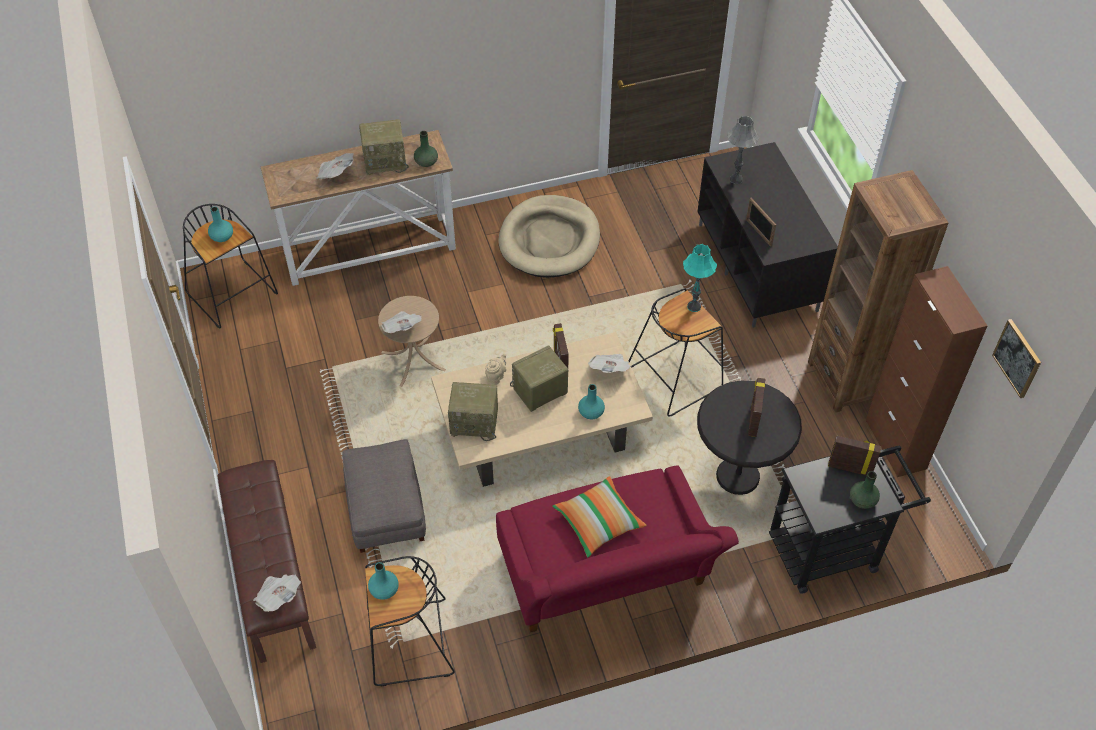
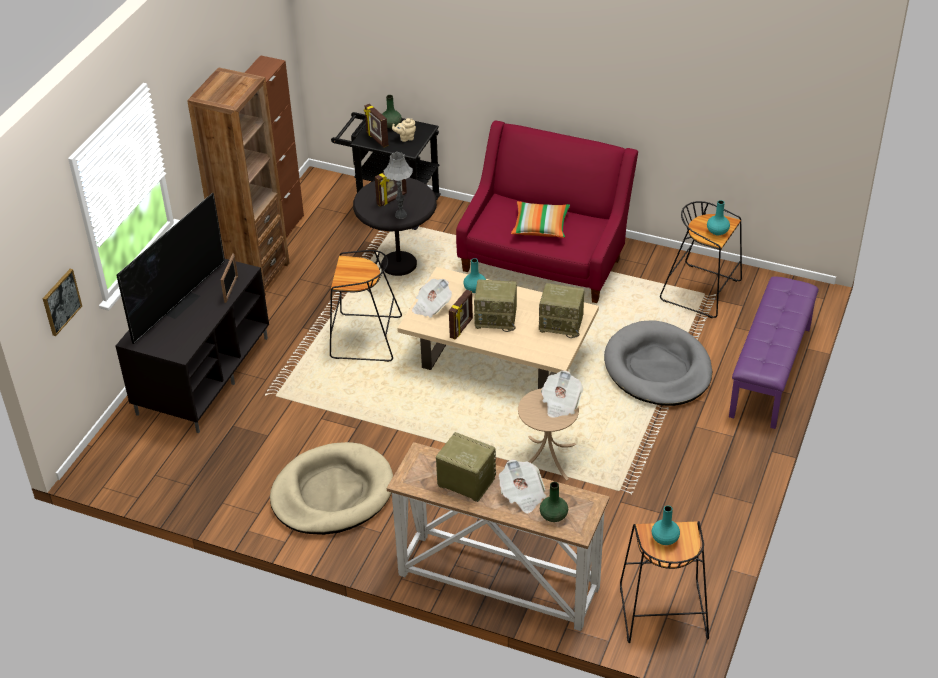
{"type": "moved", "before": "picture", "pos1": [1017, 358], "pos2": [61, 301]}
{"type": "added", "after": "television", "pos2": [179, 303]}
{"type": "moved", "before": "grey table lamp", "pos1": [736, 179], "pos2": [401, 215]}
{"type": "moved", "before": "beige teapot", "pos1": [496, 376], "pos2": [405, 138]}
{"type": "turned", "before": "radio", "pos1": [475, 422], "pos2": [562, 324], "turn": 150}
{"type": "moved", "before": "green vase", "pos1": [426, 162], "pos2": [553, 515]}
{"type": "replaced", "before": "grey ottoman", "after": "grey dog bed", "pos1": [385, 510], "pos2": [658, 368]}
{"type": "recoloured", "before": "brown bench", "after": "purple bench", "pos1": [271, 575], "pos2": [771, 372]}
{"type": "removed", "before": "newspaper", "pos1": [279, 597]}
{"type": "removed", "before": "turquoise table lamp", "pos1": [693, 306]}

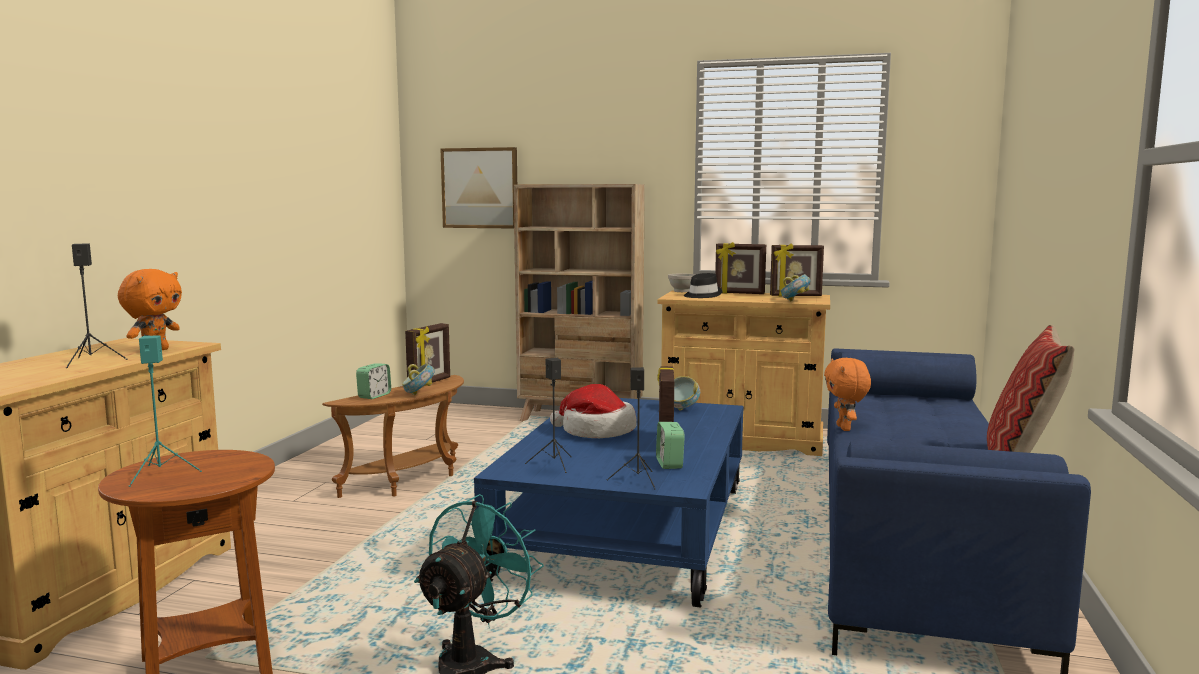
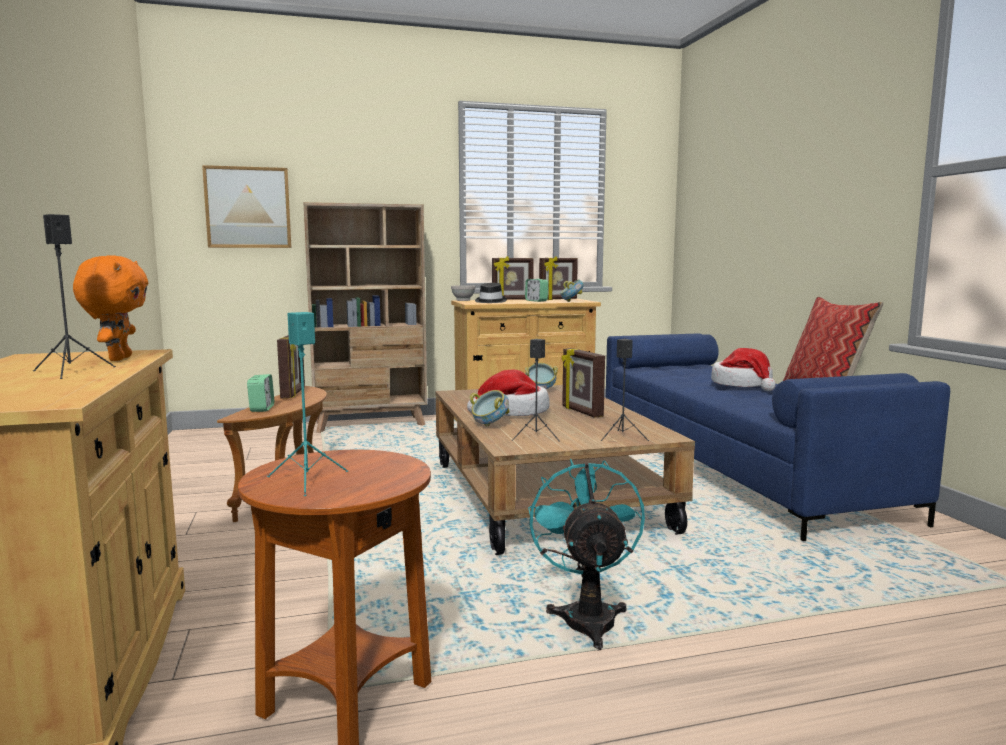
{"type": "recoloured", "before": "blue coffee table", "after": "brown coffee table", "pos1": [629, 530], "pos2": [545, 495]}
{"type": "moved", "before": "bowl", "pos1": [418, 394], "pos2": [489, 425]}
{"type": "moved", "before": "alarm clock", "pos1": [669, 464], "pos2": [536, 301]}
{"type": "added", "after": "hat", "pos2": [743, 385]}
{"type": "removed", "before": "orange plush toy", "pos1": [845, 428]}

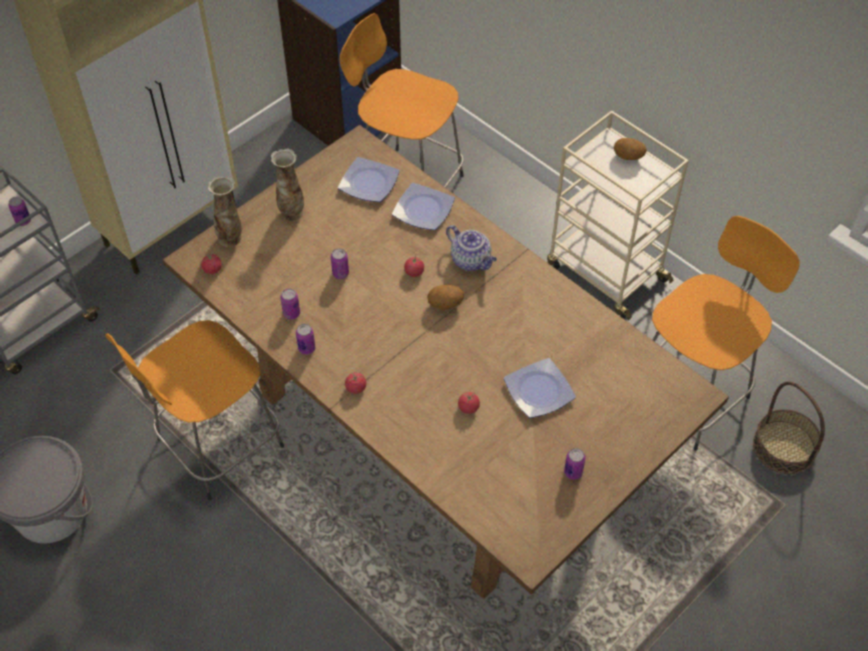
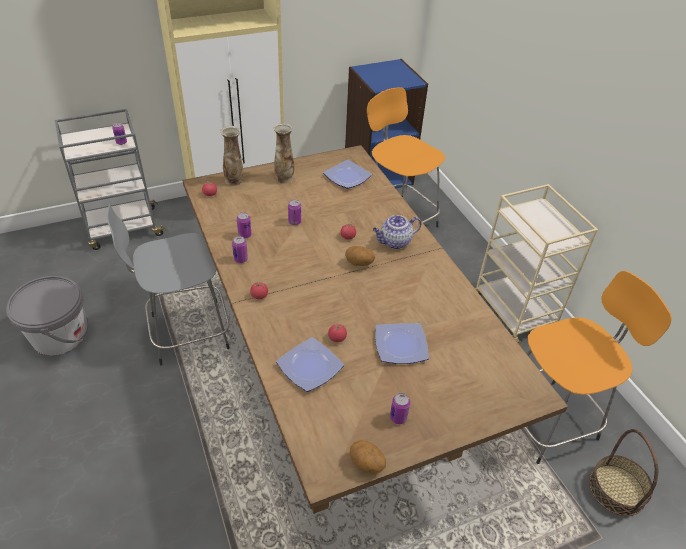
{"type": "recoloured", "before": "orange stool", "after": "grey stool", "pos1": [216, 446], "pos2": [186, 333]}
{"type": "moved", "before": "plate", "pos1": [422, 210], "pos2": [308, 367]}
{"type": "moved", "before": "potato", "pos1": [628, 157], "pos2": [366, 464]}
{"type": "turned", "before": "teapot", "pos1": [471, 260], "pos2": [394, 242], "turn": 90}

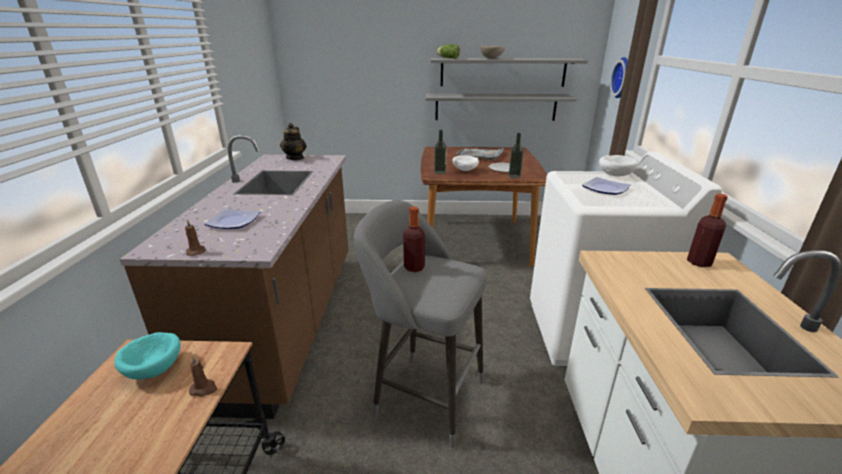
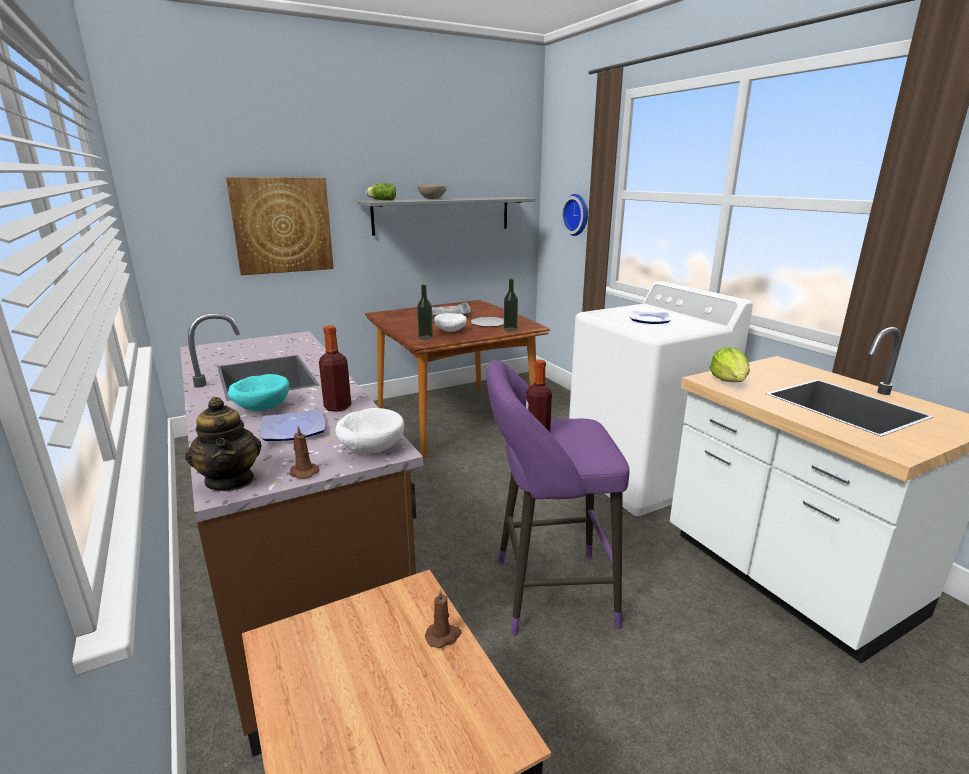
{"type": "moved", "before": "teapot", "pos1": [295, 158], "pos2": [230, 480]}
{"type": "added", "after": "picture", "pos2": [282, 225]}
{"type": "moved", "before": "turquoise bowl", "pos1": [155, 368], "pos2": [262, 407]}
{"type": "moved", "before": "bottle", "pos1": [699, 262], "pos2": [337, 407]}
{"type": "moved", "before": "white bowl", "pos1": [614, 175], "pos2": [371, 448]}
{"type": "recoloured", "before": "grey stool", "after": "purple stool", "pos1": [423, 395], "pos2": [546, 592]}
{"type": "added", "after": "lettuce", "pos2": [729, 381]}
{"type": "removed", "before": "grey shelf", "pos1": [495, 107]}

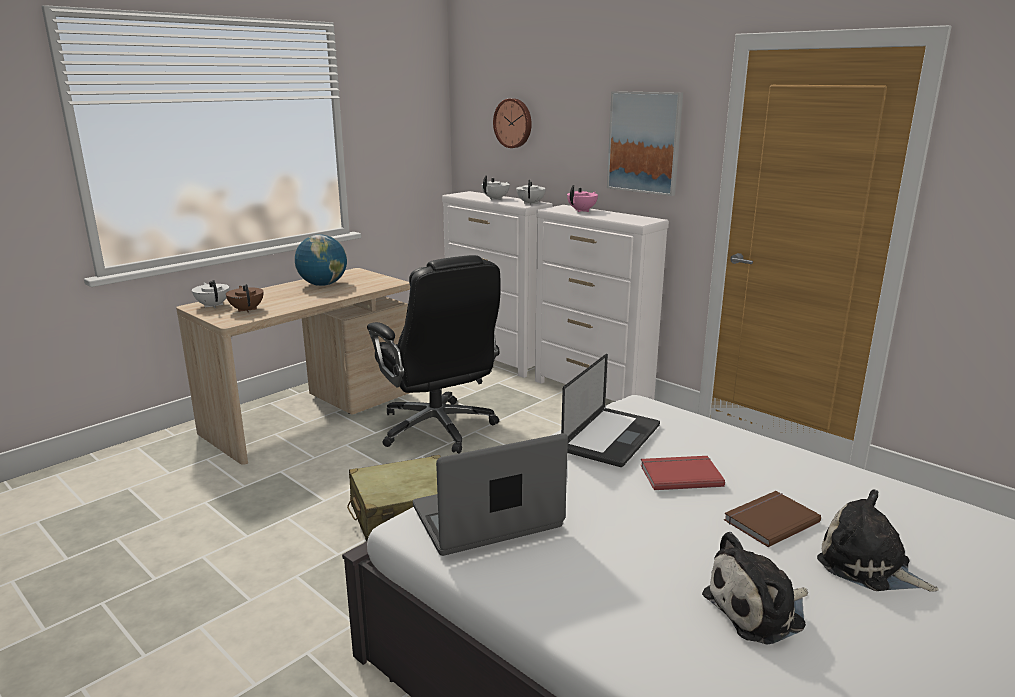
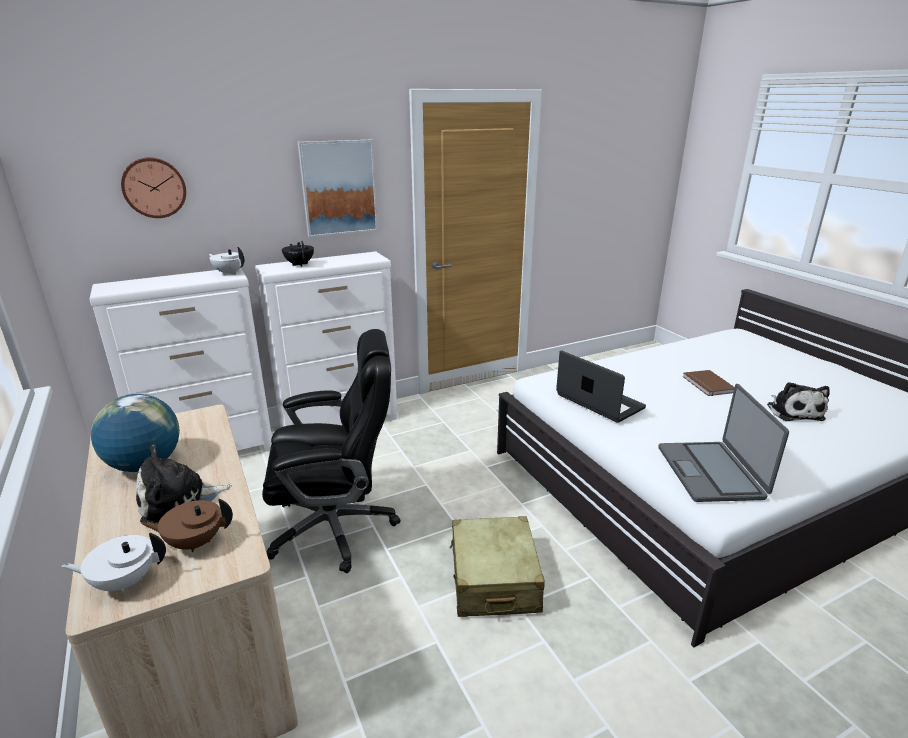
{"type": "moved", "before": "plush toy", "pos1": [868, 566], "pos2": [179, 502]}
{"type": "recoloured", "before": "pink teapot", "after": "black teapot", "pos1": [582, 211], "pos2": [299, 264]}
{"type": "removed", "before": "white teapot", "pos1": [496, 199]}
{"type": "removed", "before": "red book", "pos1": [680, 474]}

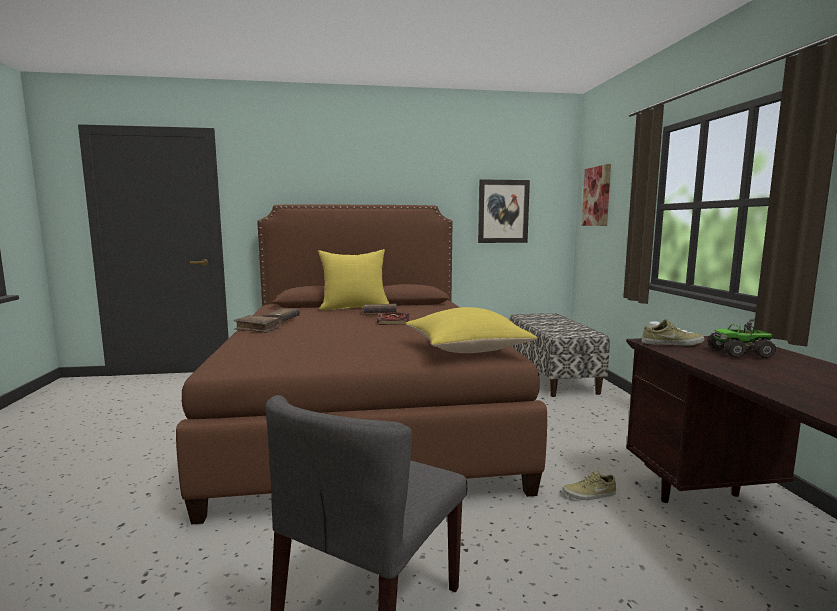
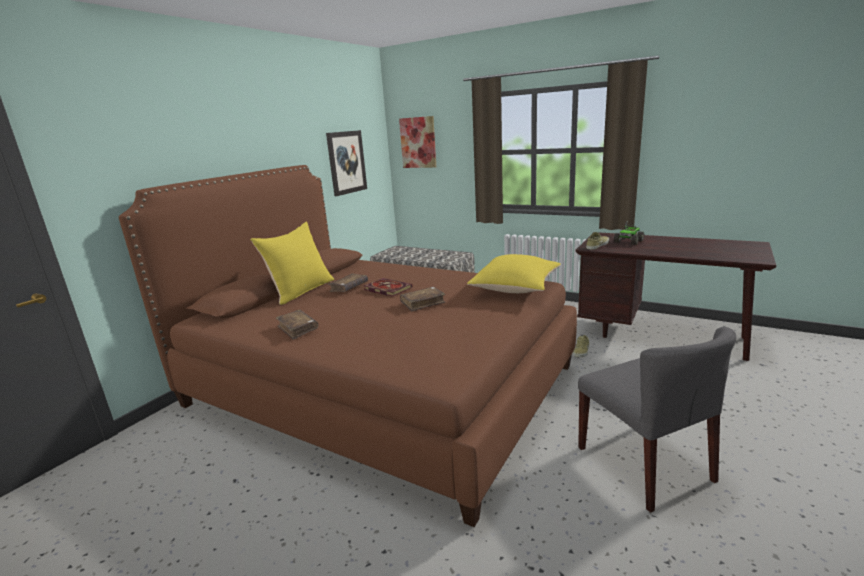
{"type": "moved", "before": "brown book", "pos1": [258, 329], "pos2": [423, 303]}

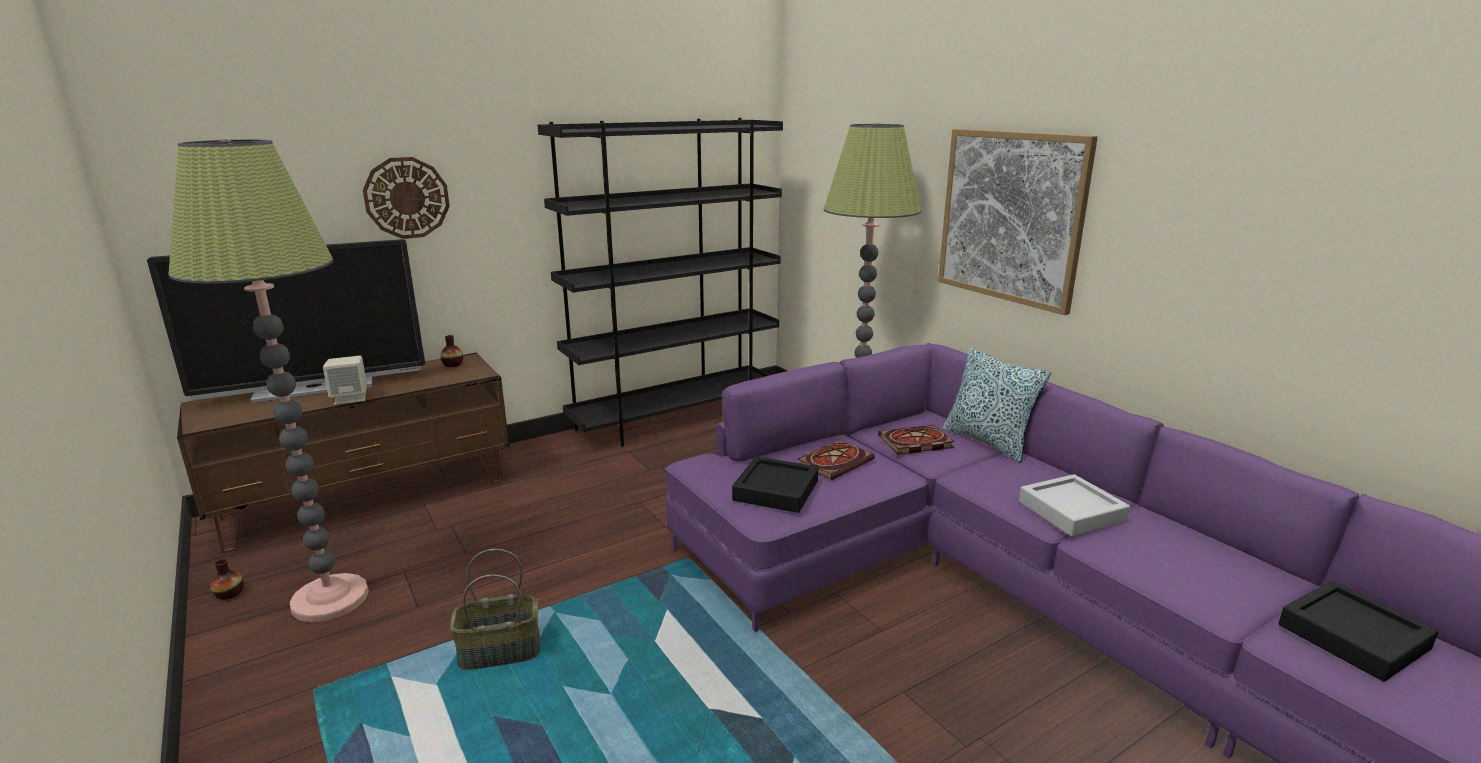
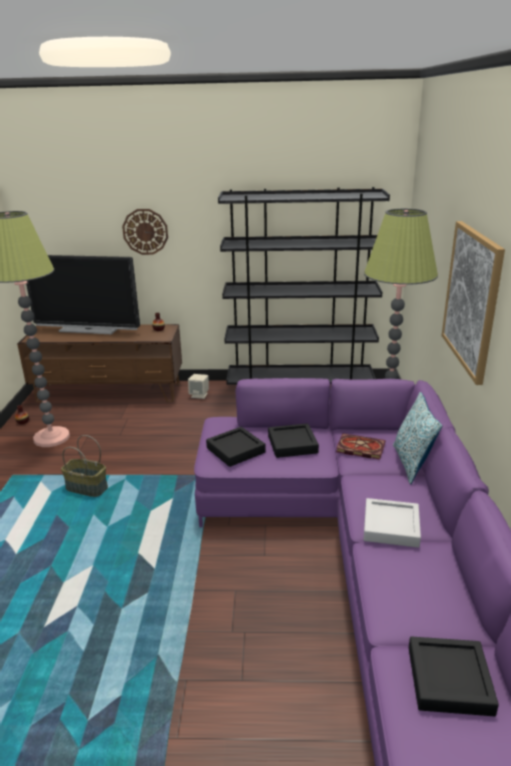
{"type": "moved", "before": "beige speaker", "pos1": [350, 398], "pos2": [199, 395]}
{"type": "replaced", "before": "book", "after": "black tray", "pos1": [835, 461], "pos2": [292, 444]}

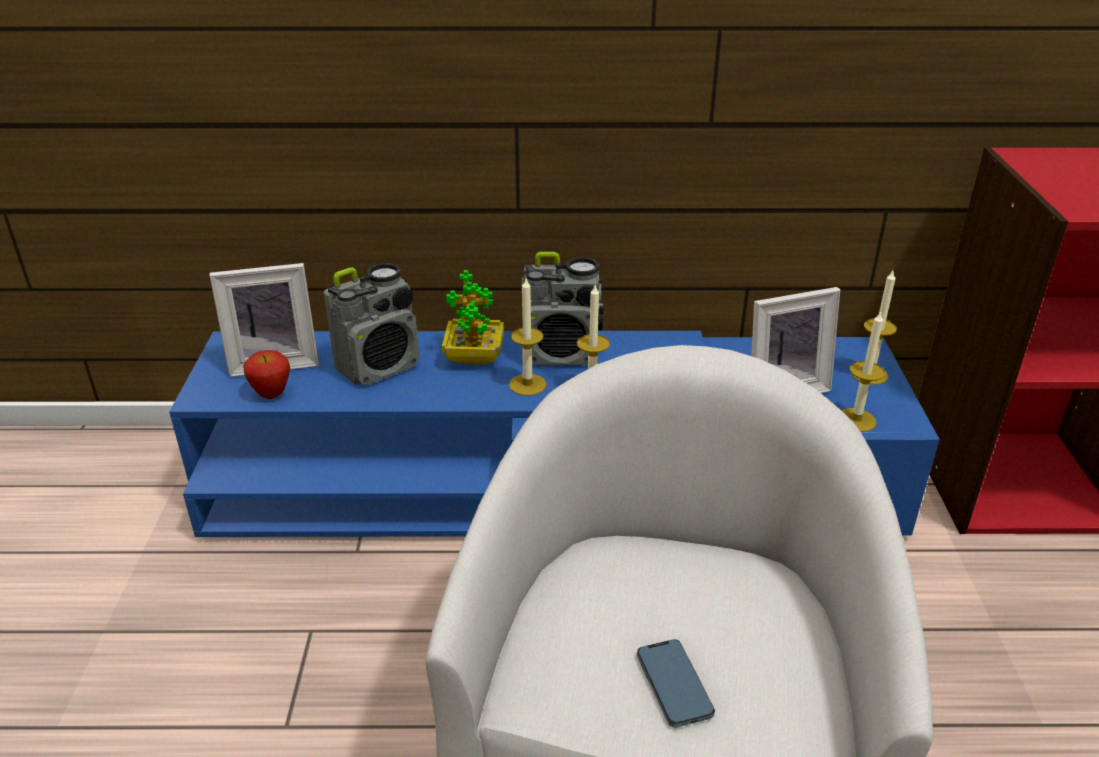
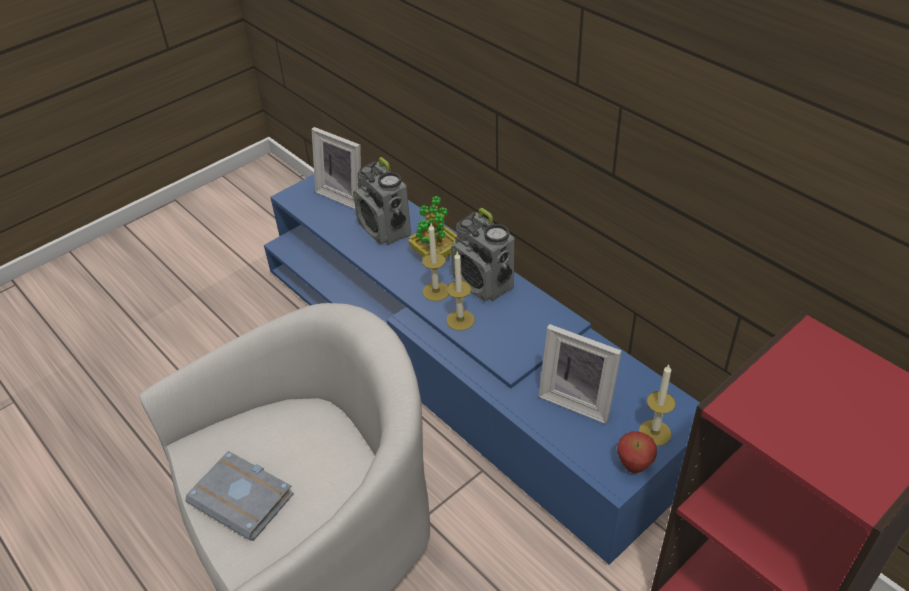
{"type": "replaced", "before": "phone", "after": "grey book", "pos1": [674, 685], "pos2": [245, 498]}
{"type": "turned", "before": "radio", "pos1": [379, 367], "pos2": [384, 230], "turn": 45}
{"type": "moved", "before": "apple", "pos1": [272, 395], "pos2": [634, 466]}
{"type": "removed", "before": "candle", "pos1": [856, 420]}

